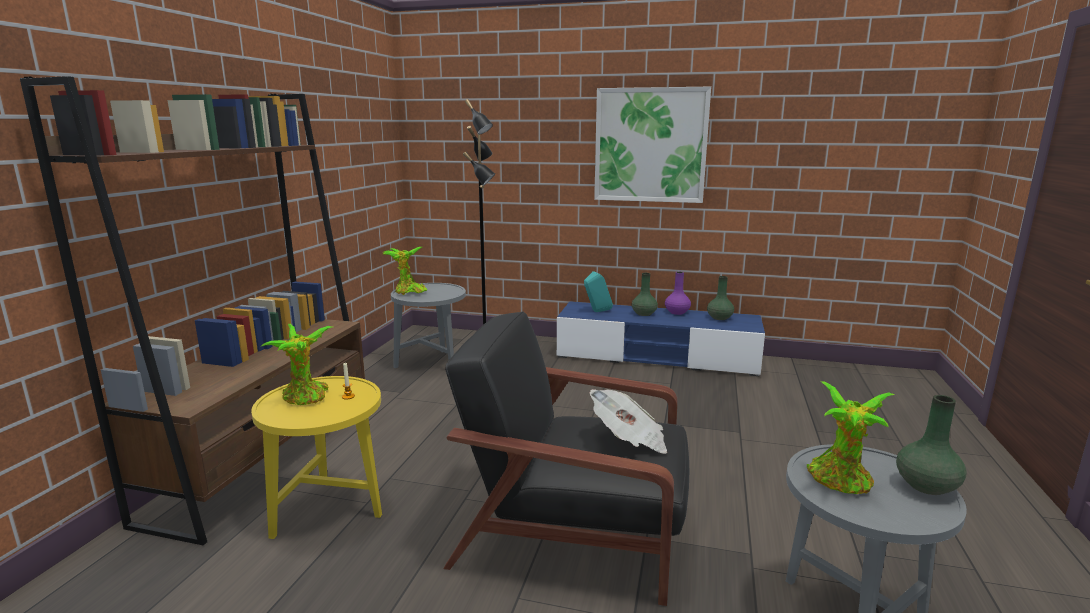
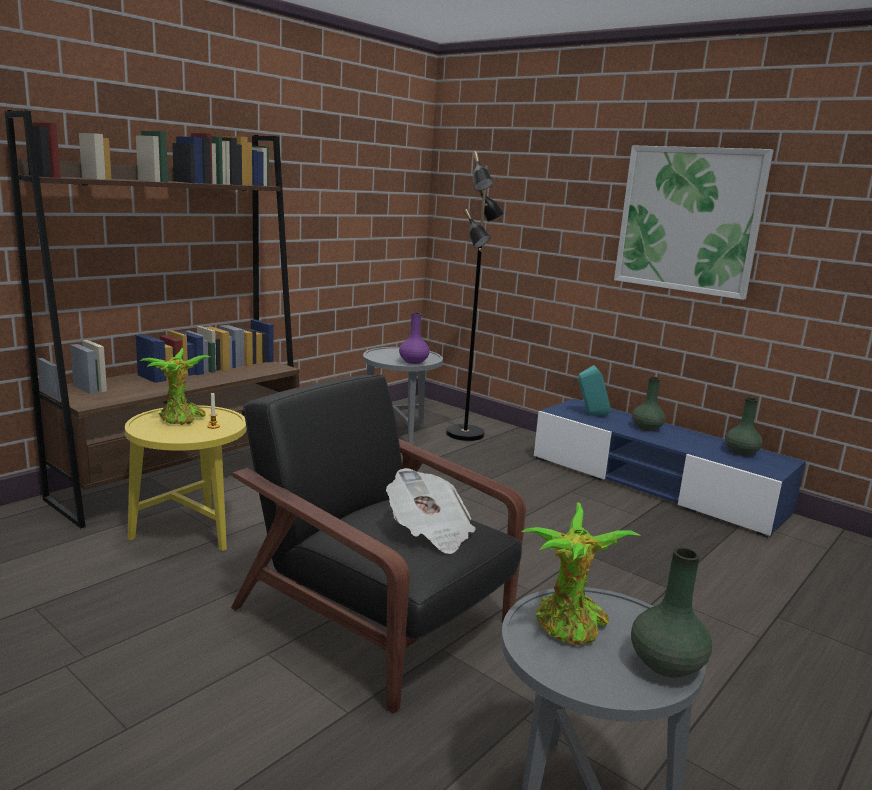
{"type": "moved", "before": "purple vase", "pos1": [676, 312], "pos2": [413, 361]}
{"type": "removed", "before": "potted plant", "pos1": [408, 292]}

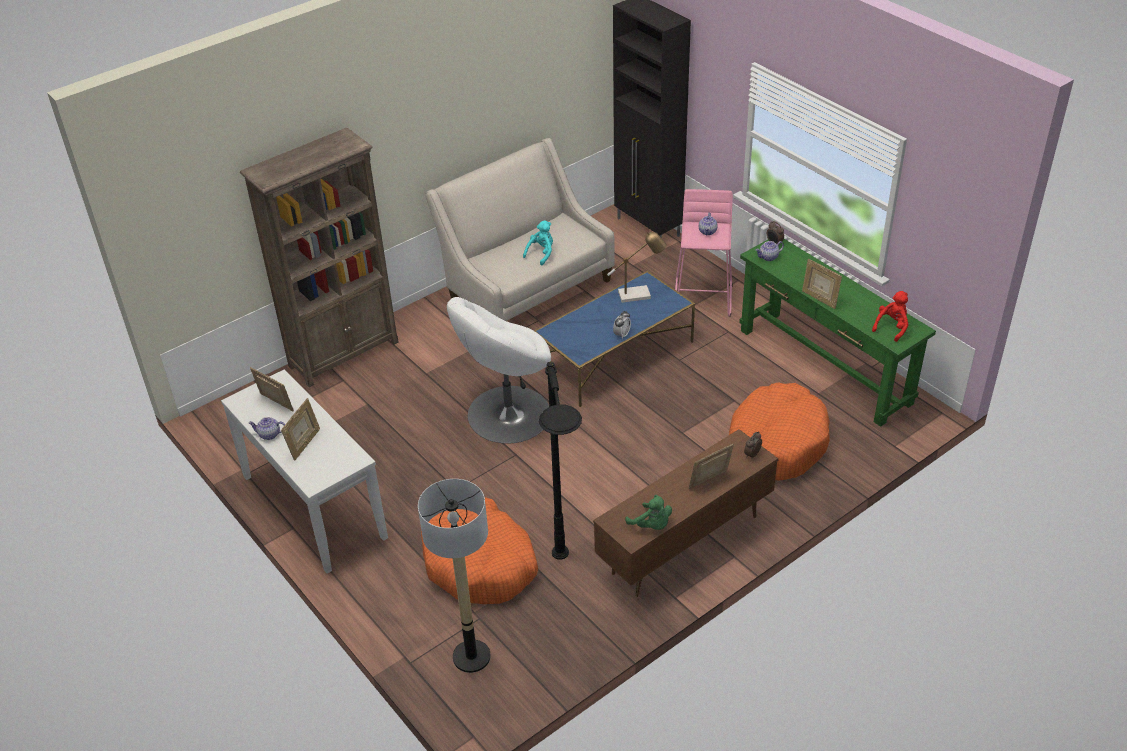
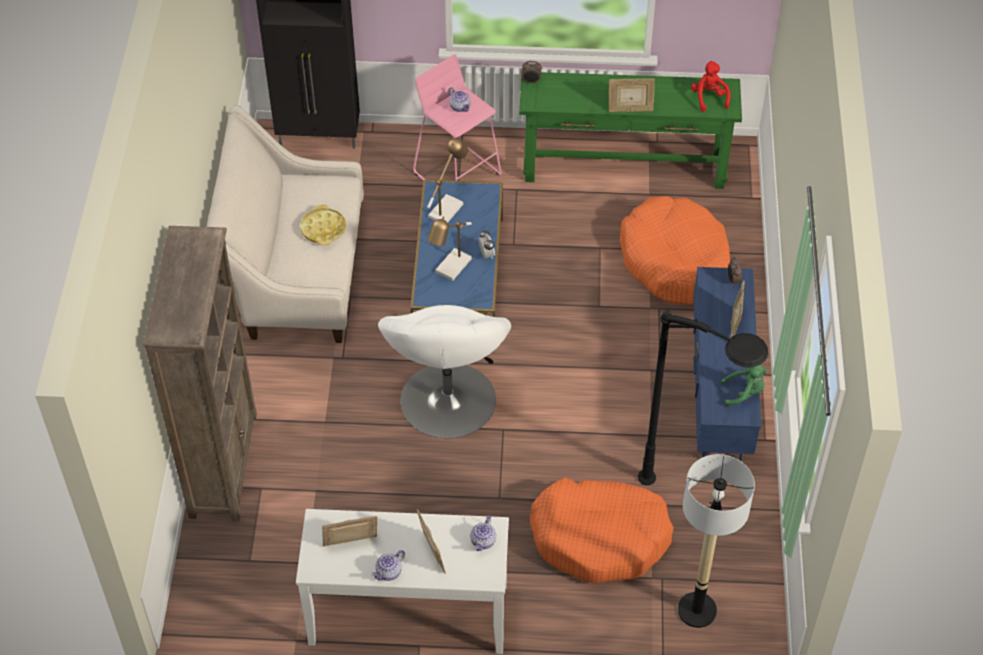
{"type": "replaced", "before": "turquoise plush toy", "after": "yellow tray", "pos1": [541, 253], "pos2": [323, 229]}
{"type": "added", "after": "table lamp", "pos2": [451, 269]}
{"type": "moved", "before": "teapot", "pos1": [768, 257], "pos2": [483, 541]}
{"type": "recoloured", "before": "brown tv stand", "after": "blue tv stand", "pos1": [684, 544], "pos2": [718, 394]}

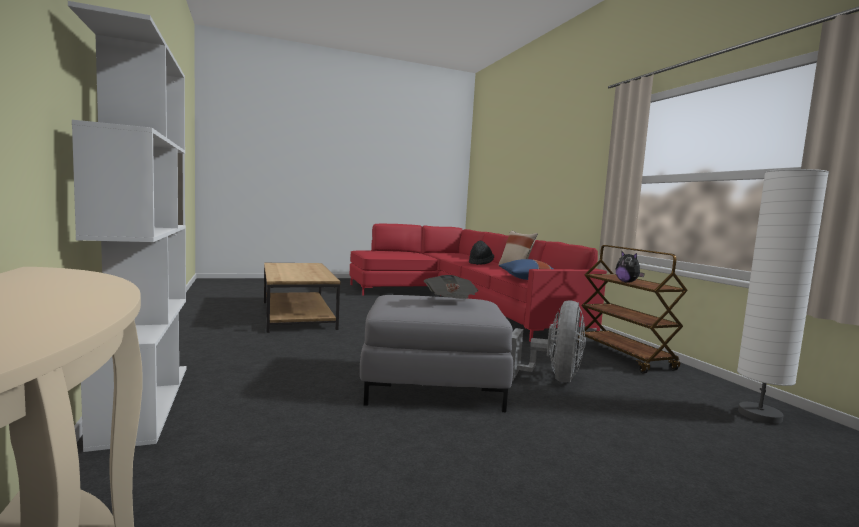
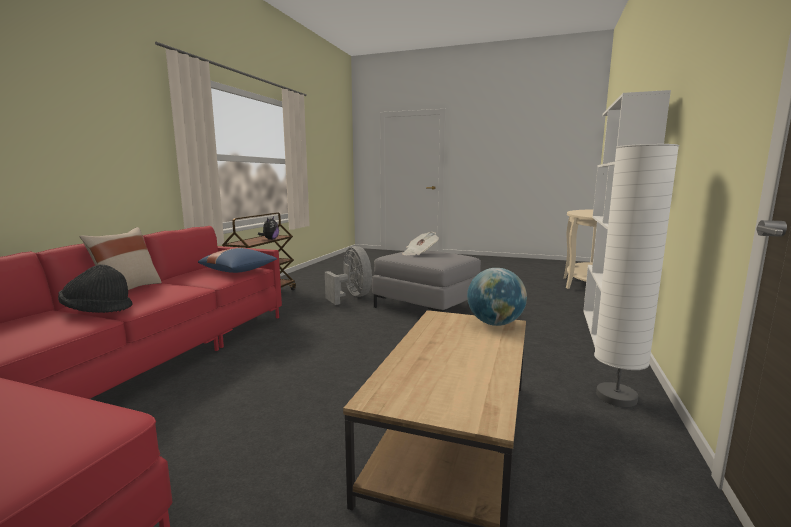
{"type": "turned", "before": "grey fan", "pos1": [552, 379], "pos2": [352, 297], "turn": 90}
{"type": "added", "after": "globe", "pos2": [495, 324]}
{"type": "moved", "before": "white floor lamp", "pos1": [759, 415], "pos2": [616, 397]}

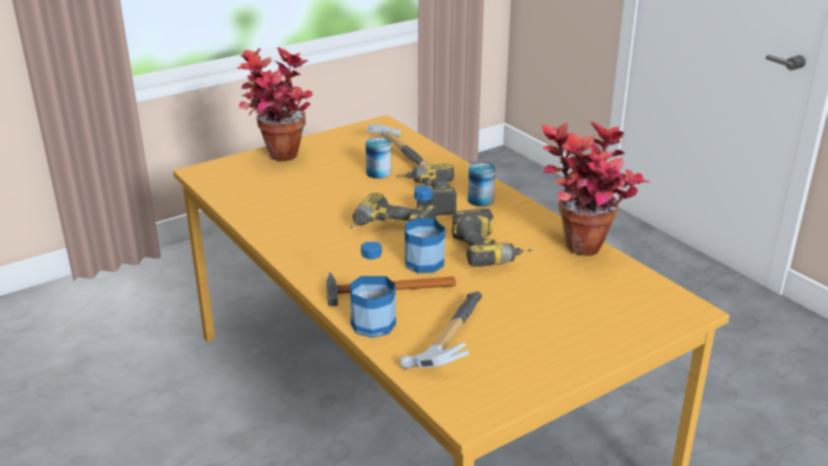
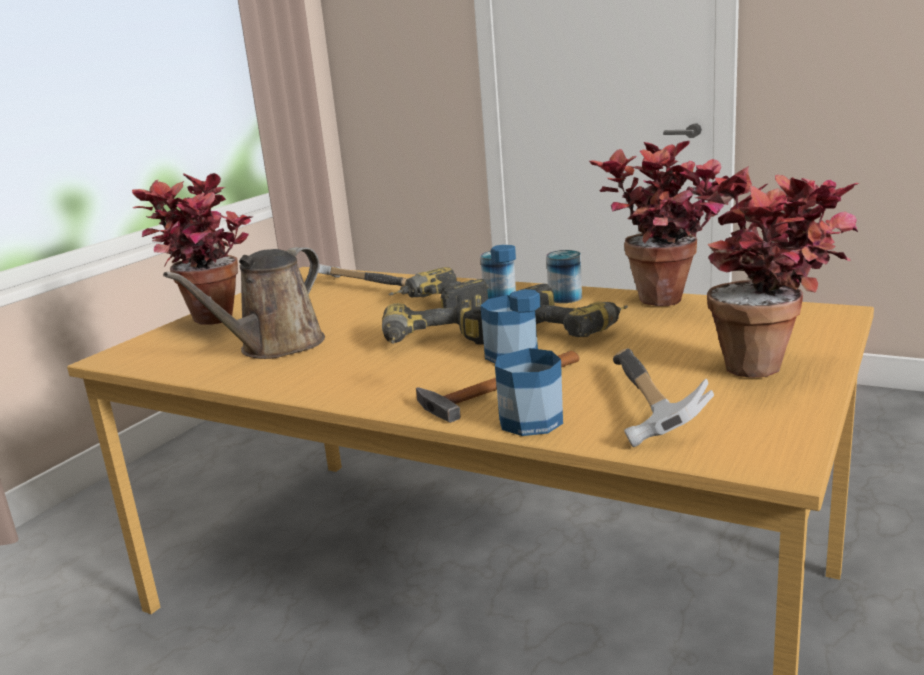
{"type": "added", "after": "brown watering can", "pos2": [276, 347]}
{"type": "moved", "before": "can", "pos1": [378, 173], "pos2": [565, 298]}
{"type": "added", "after": "potted plant", "pos2": [773, 367]}

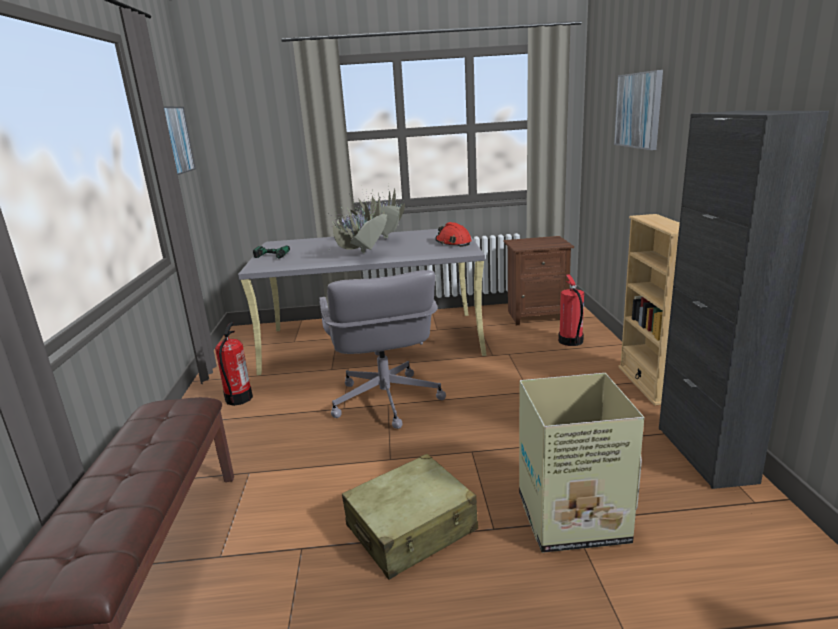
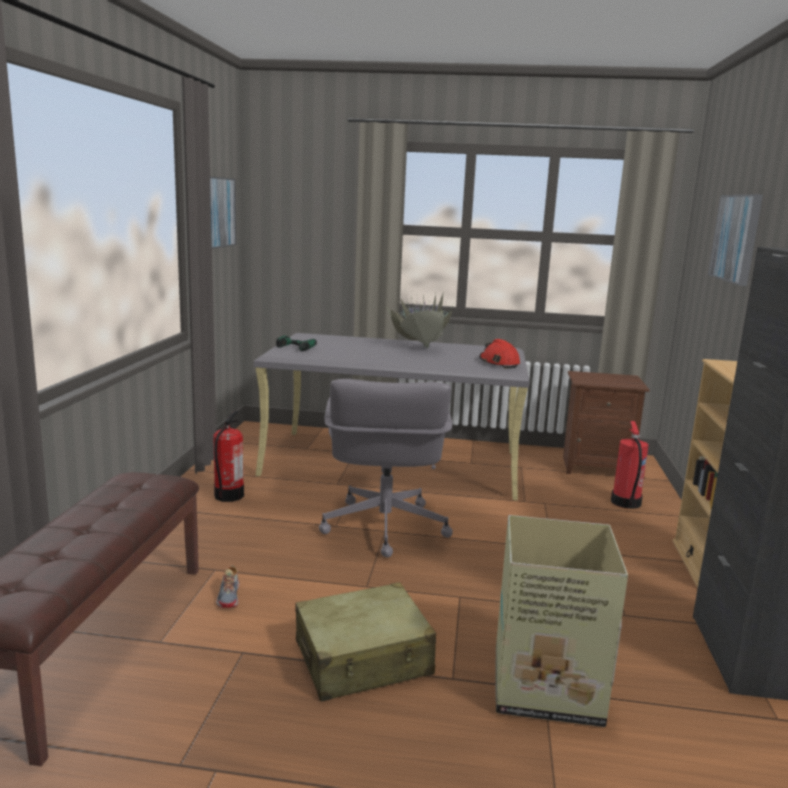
{"type": "added", "after": "shoe", "pos2": [229, 596]}
{"type": "removed", "before": "potted plant", "pos1": [362, 255]}

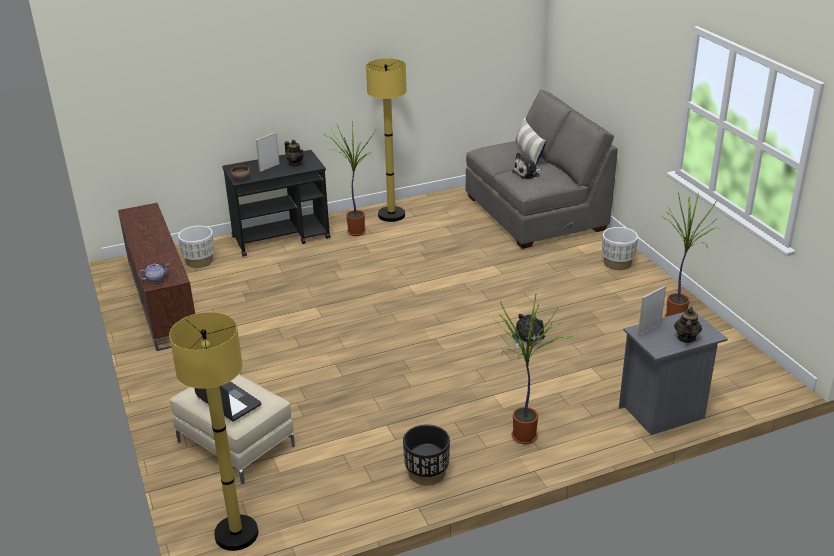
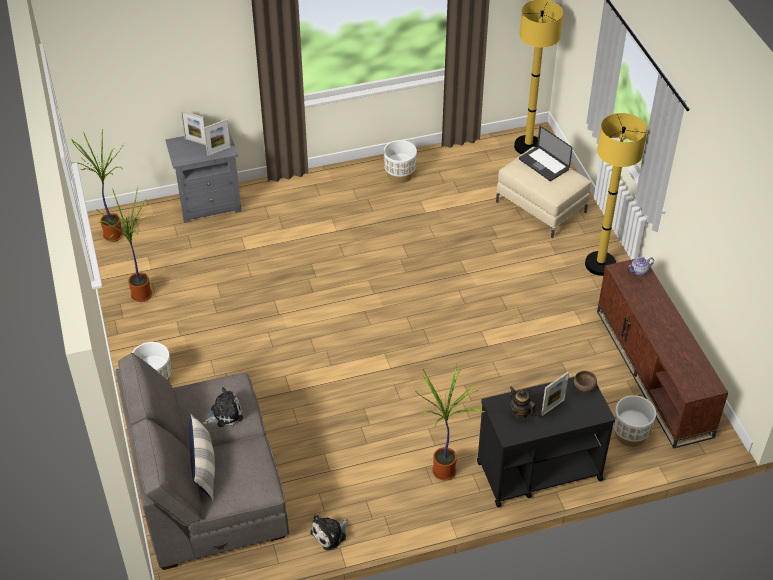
{"type": "moved", "before": "potted plant", "pos1": [525, 438], "pos2": [112, 234]}
{"type": "replaced", "before": "teapot", "after": "picture frame", "pos1": [686, 338], "pos2": [196, 141]}
{"type": "moved", "before": "plush toy", "pos1": [526, 338], "pos2": [330, 534]}
{"type": "recoloured", "before": "black planter", "after": "white planter", "pos1": [426, 473], "pos2": [400, 174]}
{"type": "moved", "before": "yellow floor lamp", "pos1": [391, 215], "pos2": [600, 264]}

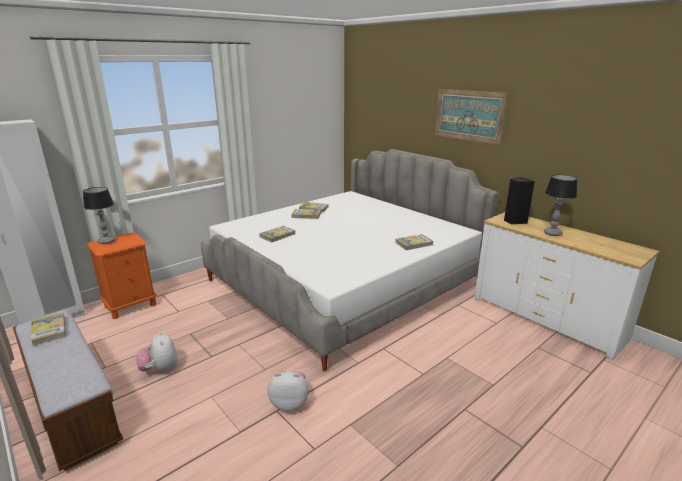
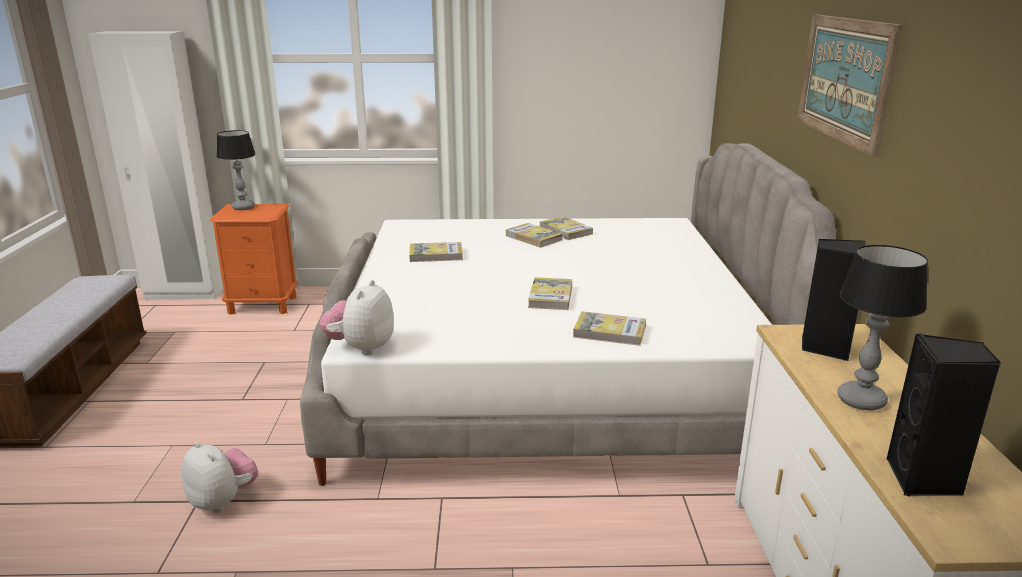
{"type": "moved", "before": "plush toy", "pos1": [160, 369], "pos2": [361, 348]}
{"type": "moved", "before": "book", "pos1": [49, 330], "pos2": [550, 296]}
{"type": "added", "after": "black speaker", "pos2": [924, 480]}

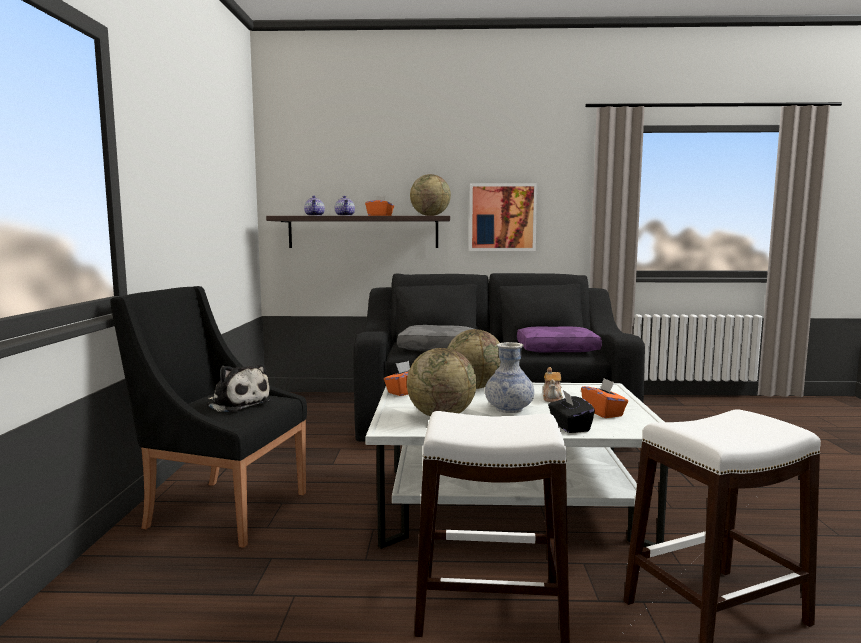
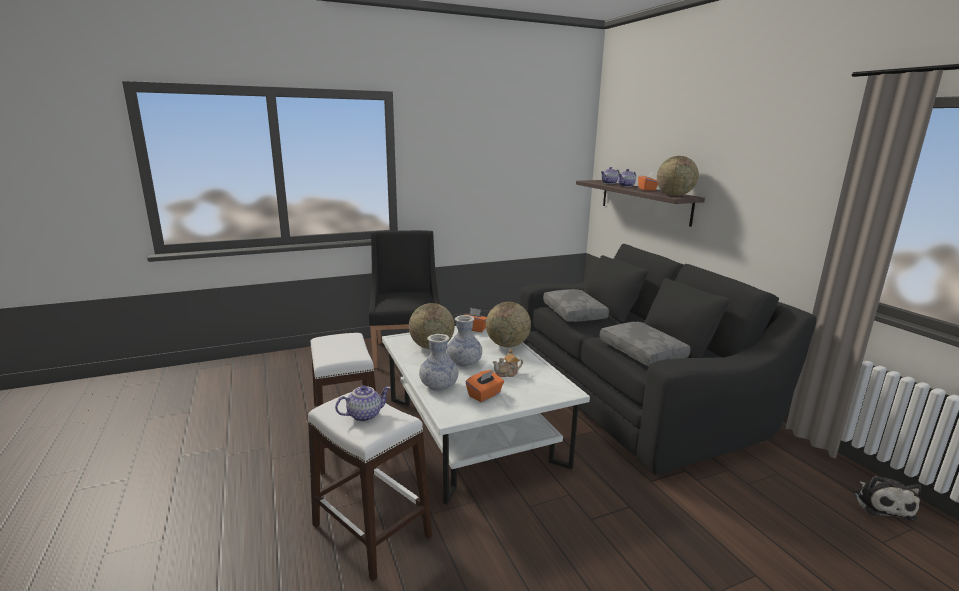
{"type": "added", "after": "teapot", "pos2": [364, 415]}
{"type": "replaced", "before": "black tissue box", "after": "vase", "pos1": [569, 427], "pos2": [439, 386]}
{"type": "recoloured", "before": "purple pillow", "after": "grey pillow", "pos1": [557, 349], "pos2": [643, 352]}
{"type": "moved", "before": "plush toy", "pos1": [237, 403], "pos2": [882, 504]}
{"type": "removed", "before": "picture", "pos1": [502, 217]}

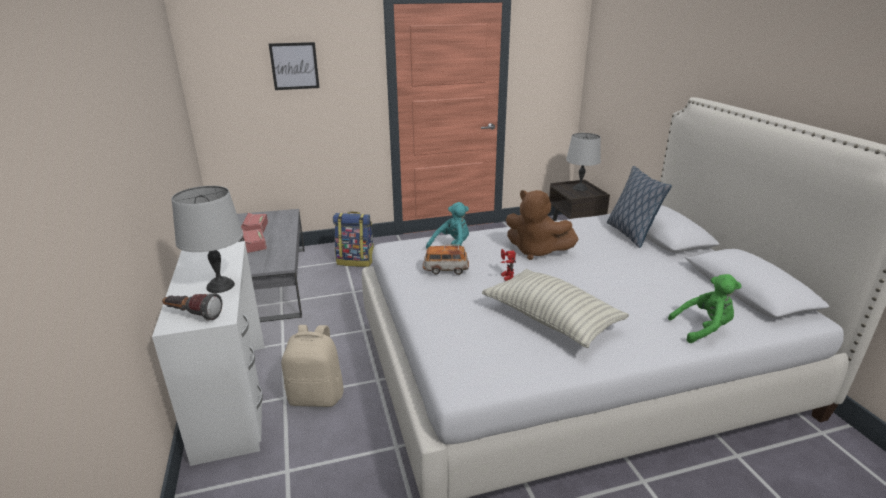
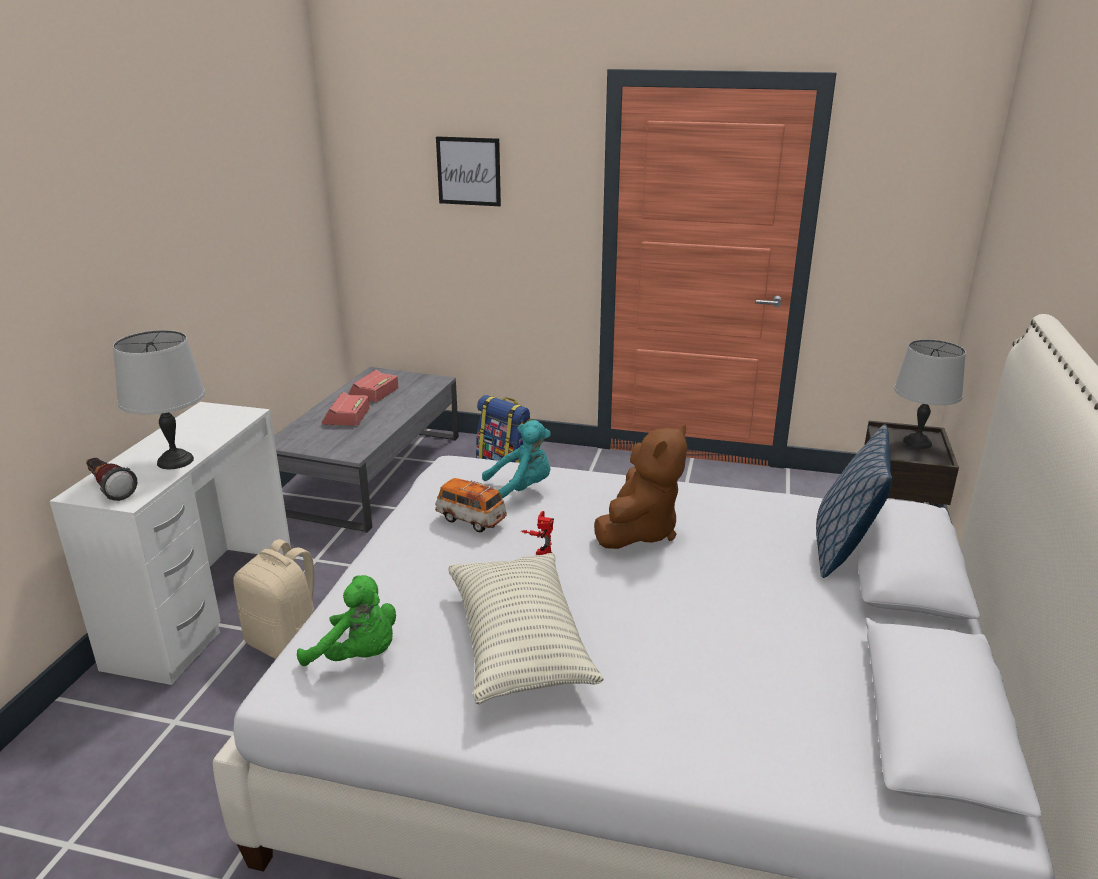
{"type": "moved", "before": "green plush toy", "pos1": [703, 329], "pos2": [358, 656]}
{"type": "turned", "before": "brown plush toy", "pos1": [536, 251], "pos2": [639, 531], "turn": -120}

